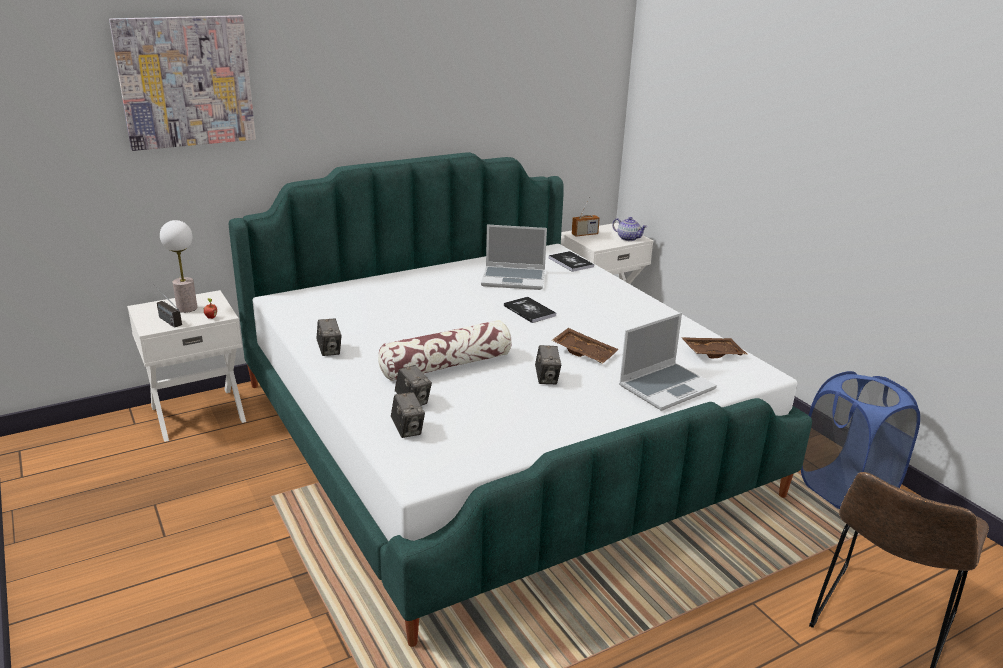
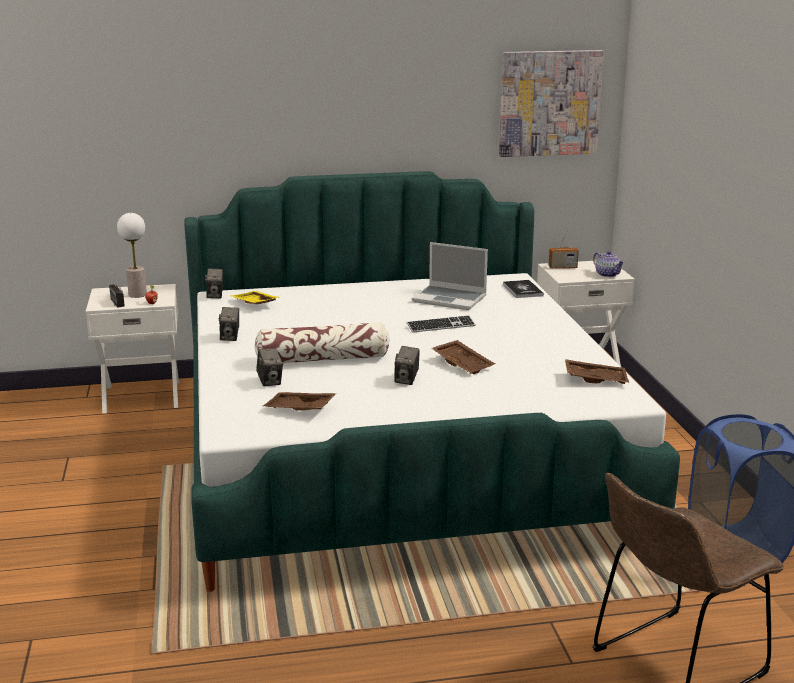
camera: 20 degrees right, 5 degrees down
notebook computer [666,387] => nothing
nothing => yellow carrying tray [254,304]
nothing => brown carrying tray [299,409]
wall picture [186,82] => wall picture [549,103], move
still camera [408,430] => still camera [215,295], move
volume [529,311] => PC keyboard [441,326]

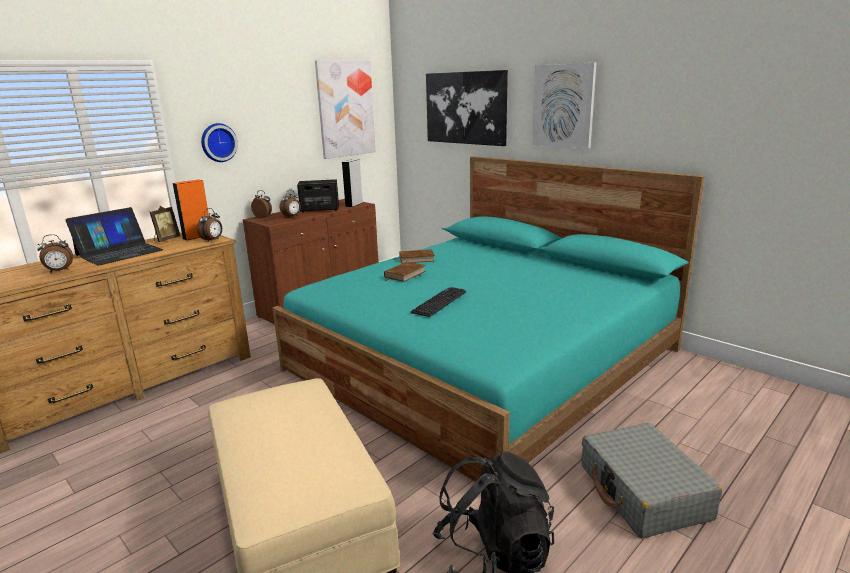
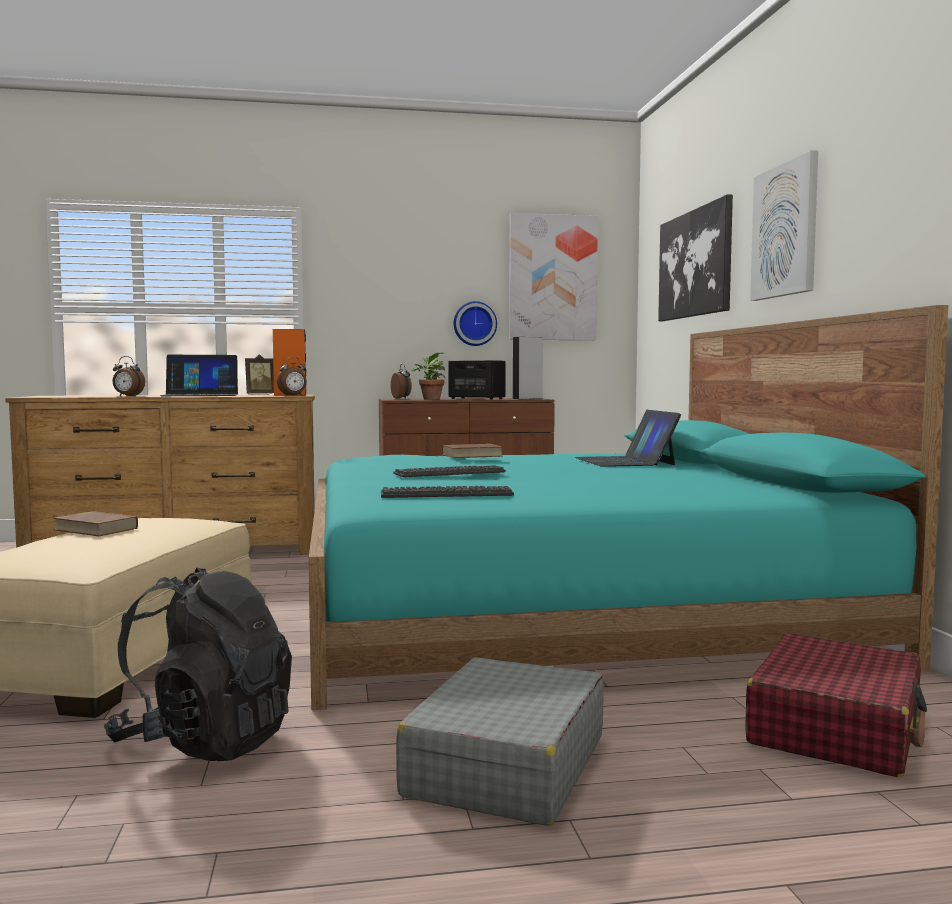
camera: 35 degrees right, 15 degrees down
nothing => PC keyboard [446,494]
nothing => notebook computer [625,461]
nothing => red travel case [836,728]
hanging clock [218,142] => hanging clock [474,323], move
brown volume [416,259] => brown volume [96,529], move
table clock [292,216] => houseplant [430,399]

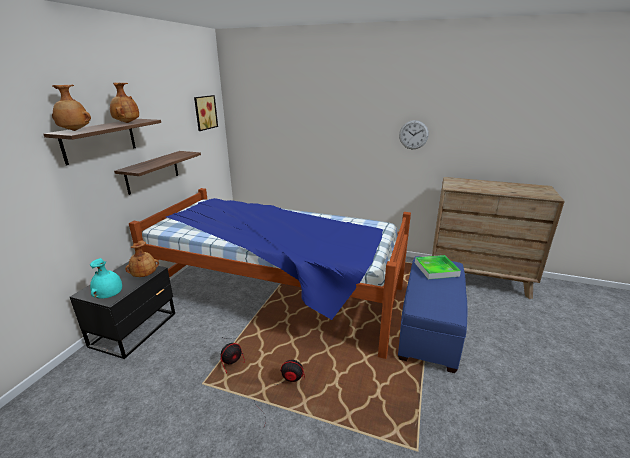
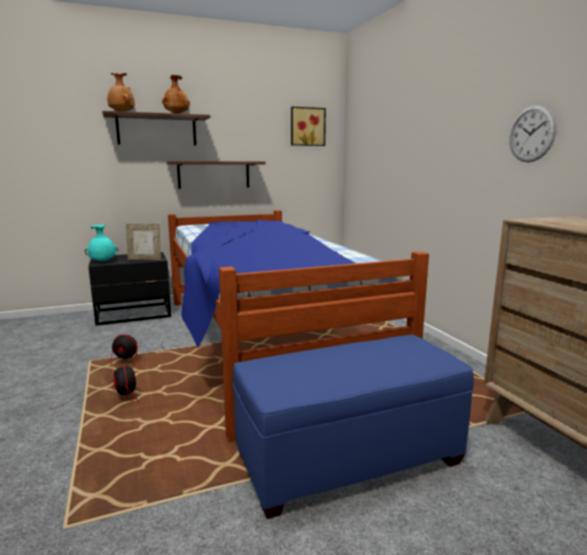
camera: 50 degrees right, 10 degrees down
carrying tray [436,269] => nothing
brown decorative vase [144,275] => photo frame [145,259]

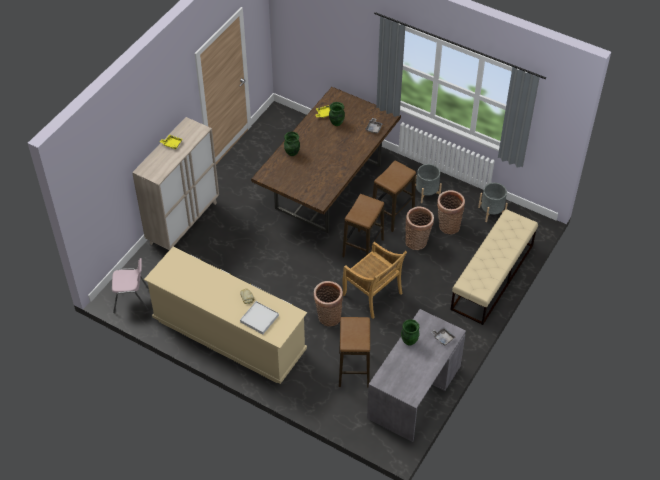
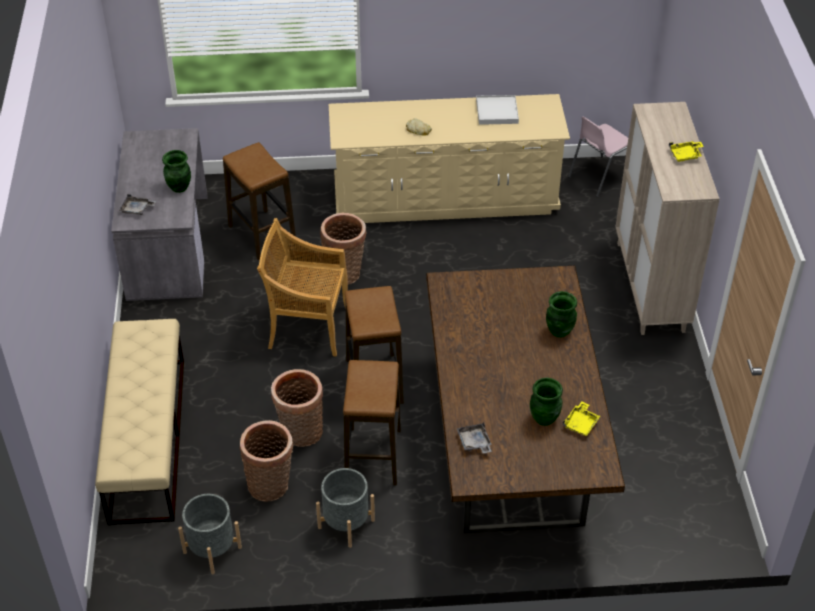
camera: 145 degrees right, 5 degrees down
white carrying tray [259,319] => white carrying tray [497,112], move

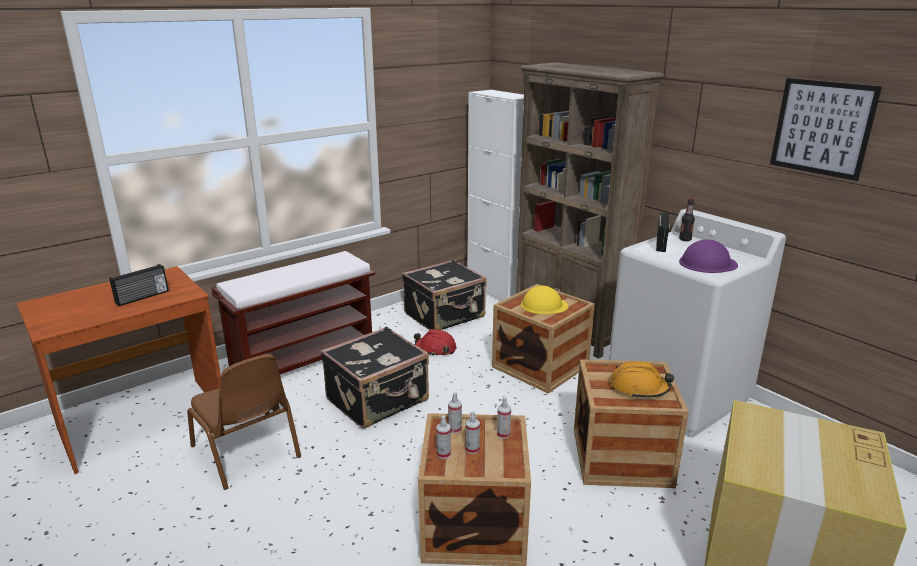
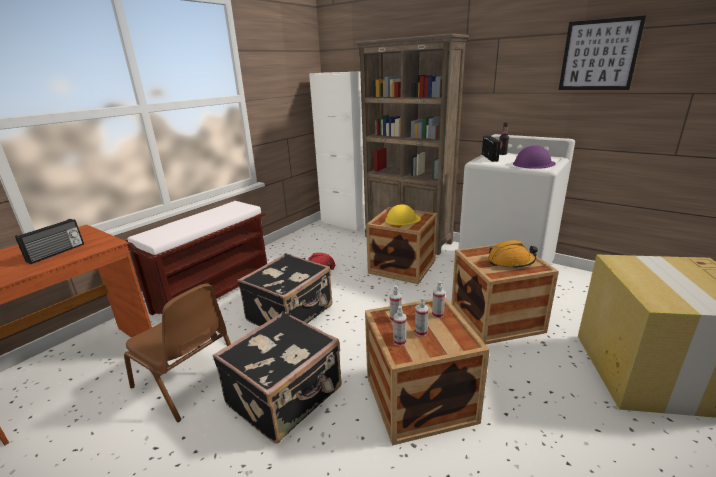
camera: 15 degrees left, 0 degrees up
blackish travel case [445,316] => blackish travel case [286,397], move

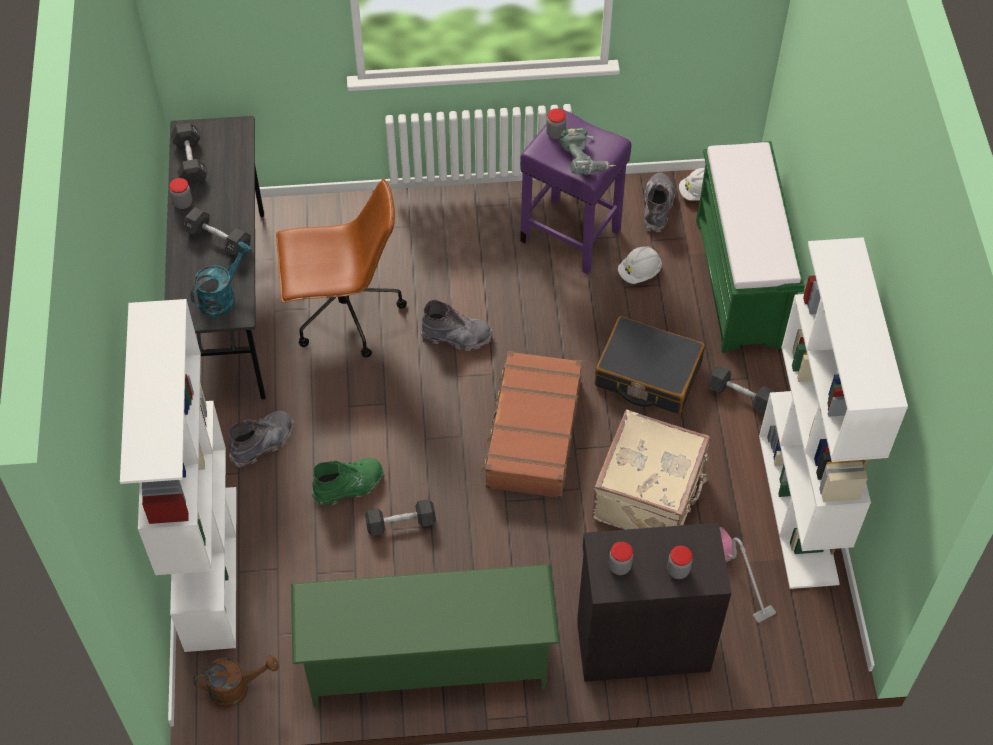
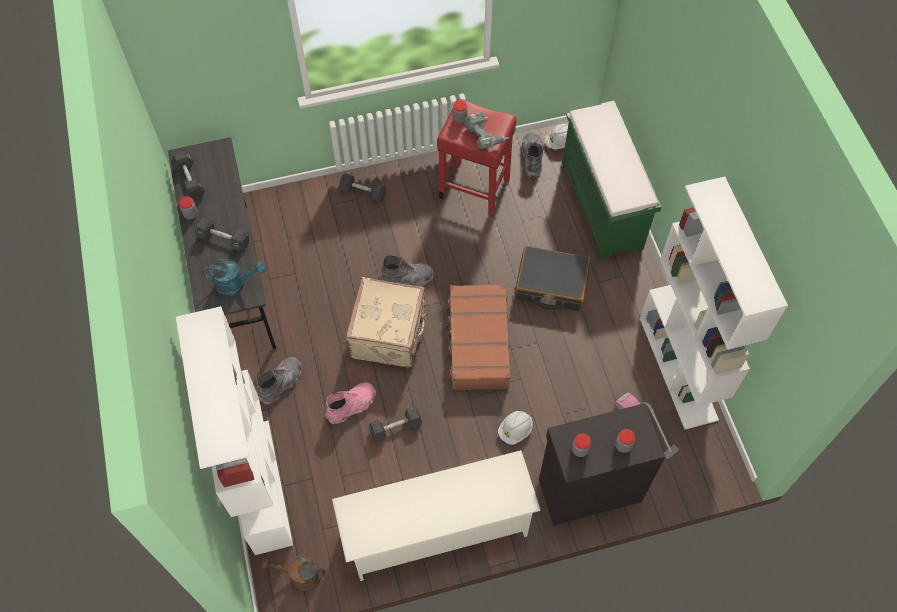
camera: 10 degrees left, 5 degrees up
brown computer chair [343,314] => nothing
beige-coloured travel case [650,495] => beige-coloured travel case [390,334], move
white hard hat [639,272] => white hard hat [515,430], move
blackish dumbbell [740,396] => blackish dumbbell [363,192], move
green-coloured shoe stand [427,661] => white shoe stand [436,530]
green-coloured tall boot [349,486] => pink tall boot [352,405]
purple stool seat [572,236] => red stool seat [475,189]
turquoise sprinkling can [222,297] => turquoise sprinkling can [236,284], 60 degrees clockwise
brown sprinkling can [236,688] => brown sprinkling can [300,576], 150 degrees counterclockwise

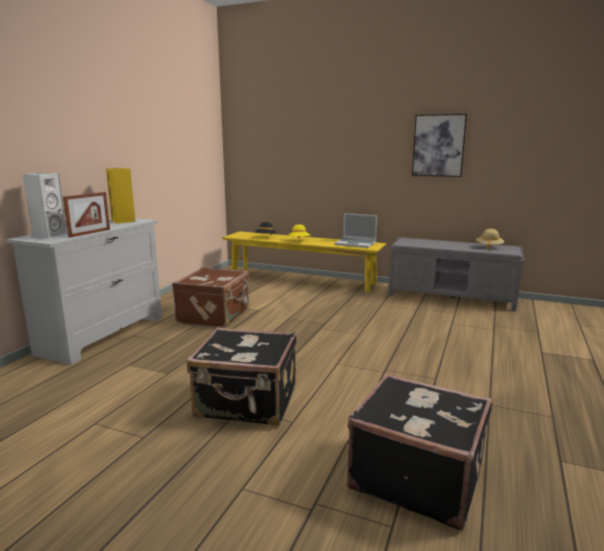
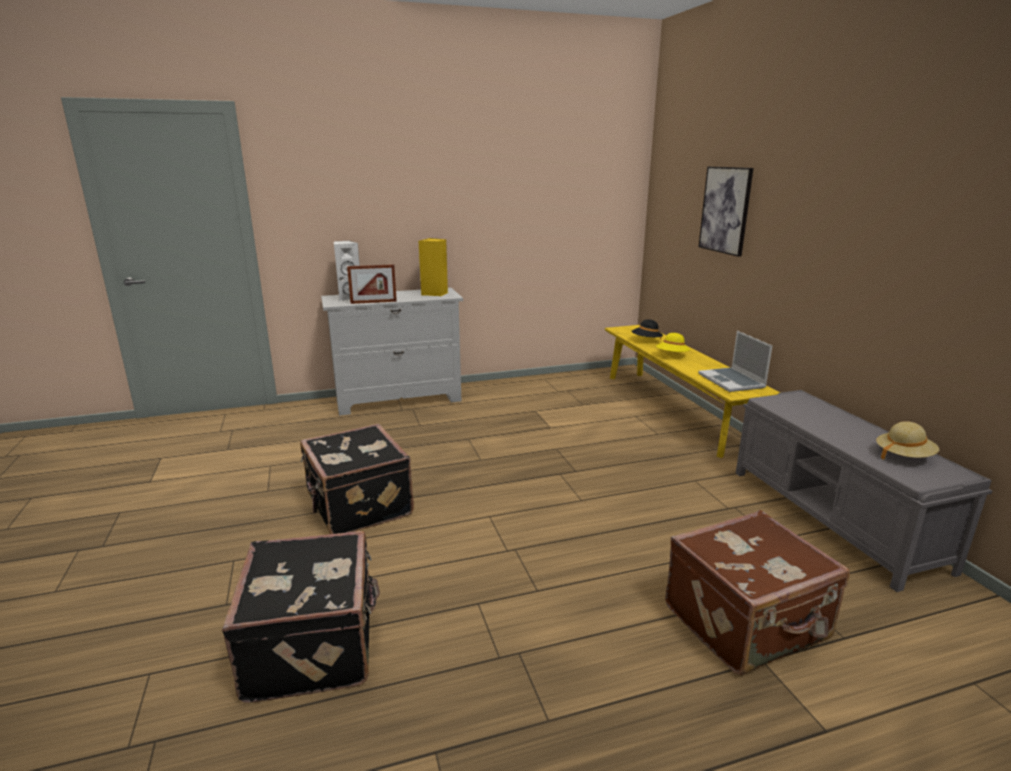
camera: 50 degrees right, 5 degrees up
brown travel case [215,316] => brown travel case [747,624], move
wall picture [438,145] => wall picture [725,210], move

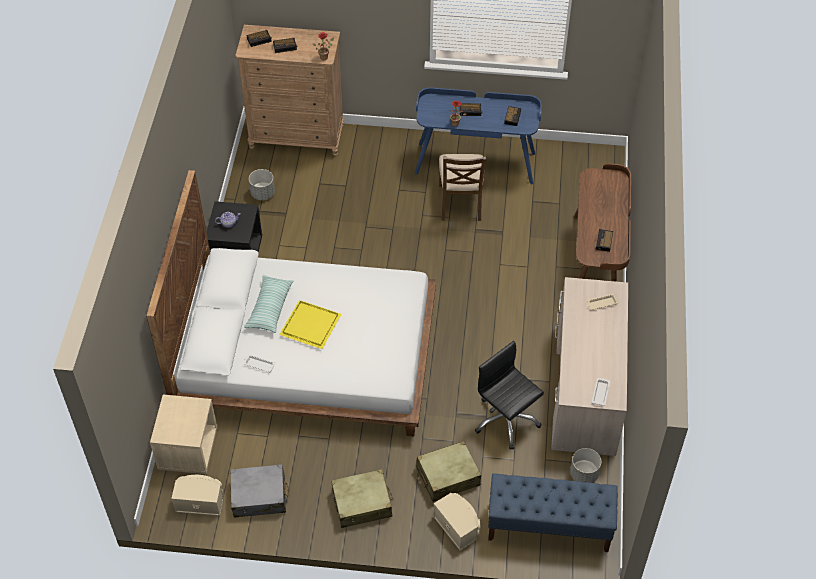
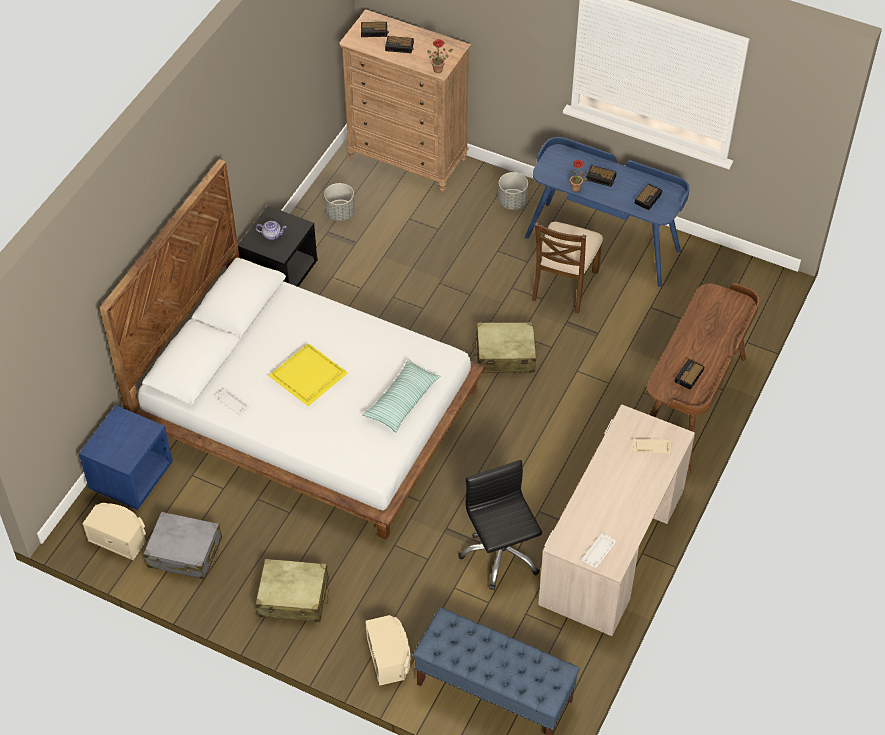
camera: 20 degrees right, 0 degrees up
pillow [269,308] => pillow [402,401], move
beige-coloured travel case [447,476] => beige-coloured travel case [504,355], move
greyish flower pot [583,474] => greyish flower pot [512,202], move
beige-coloured night table [188,449] => bluish night table [131,476]

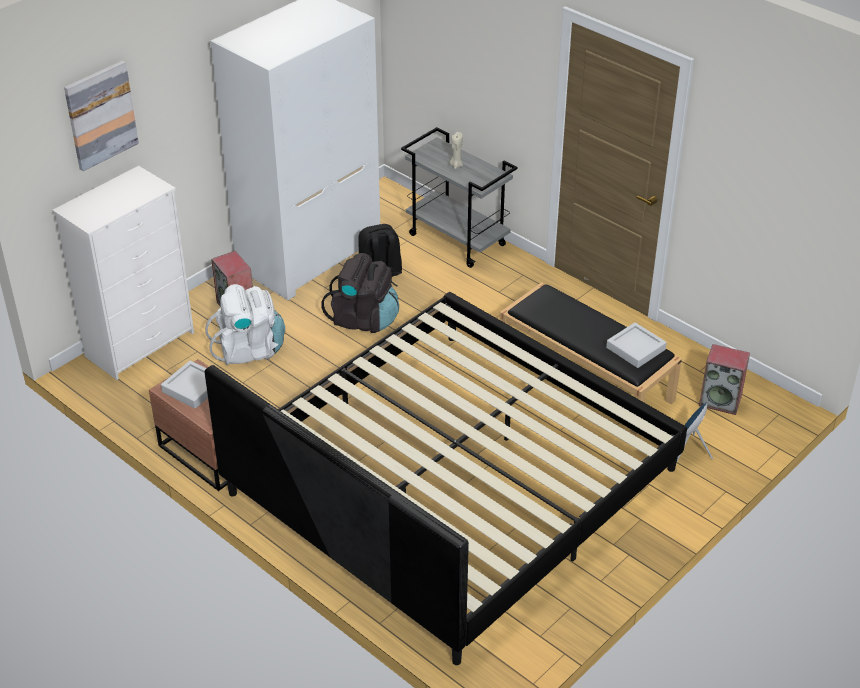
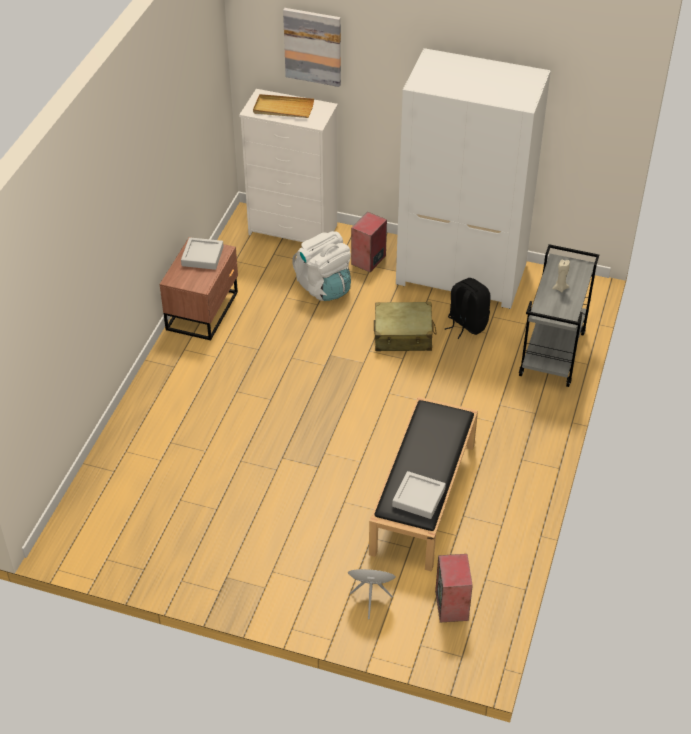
camera: 65 degrees right, 5 degrees up
bed [452,481] => nothing
nothing => beige-coloured carrying tray [283,108]
blackish rucksack [364,319] => beige-coloured travel case [403,335]

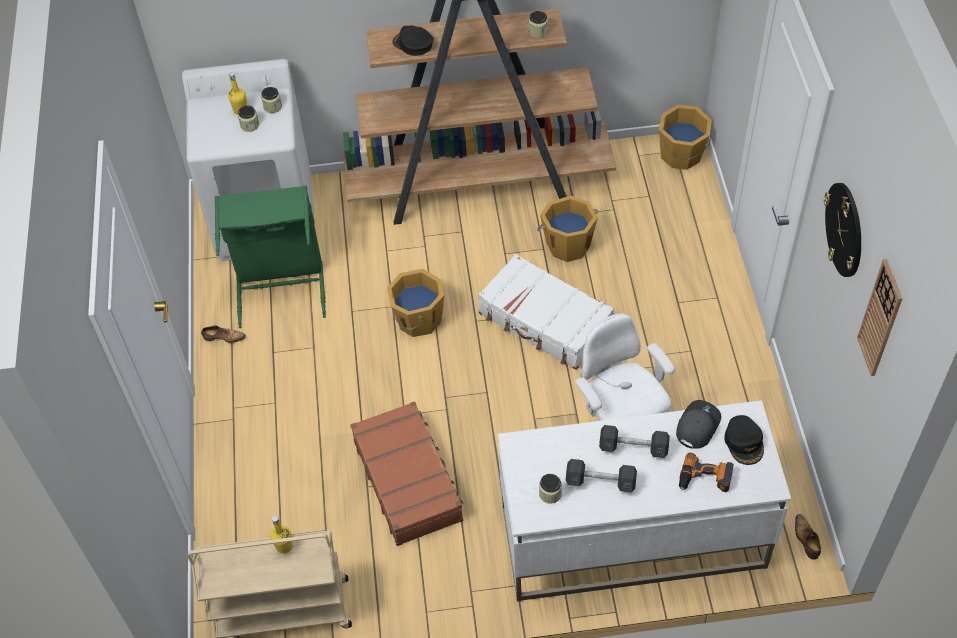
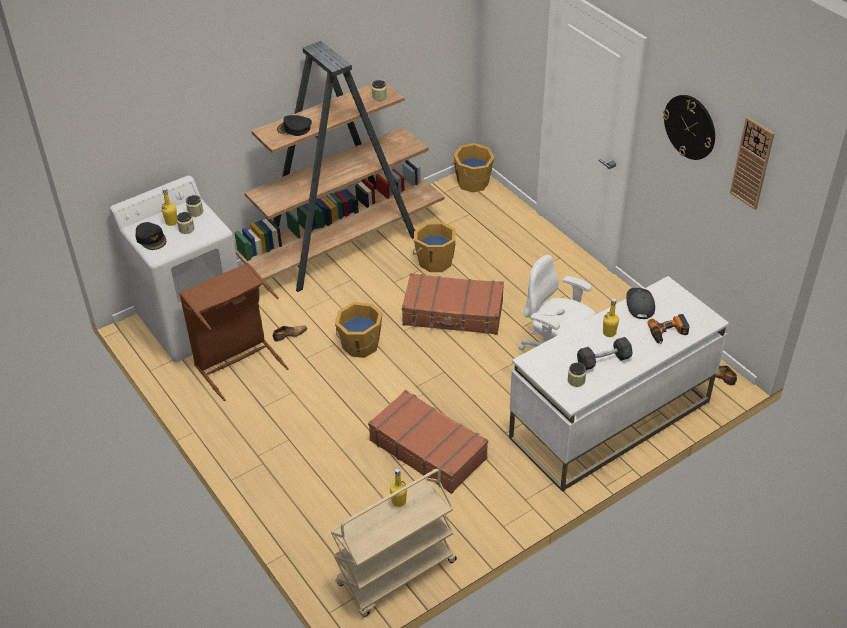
camera: 30 degrees left, 10 degrees down
low shoe [223,337] => low shoe [289,335], move
blackish peaked cap [744,442] => blackish peaked cap [151,239], move
greyish dumbbell [633,448] => yellow beverage bottle [609,333]
green-coloured hamper [280,286] => brown hamper [237,362]
white travel case [544,321] => brown travel case [453,313]

